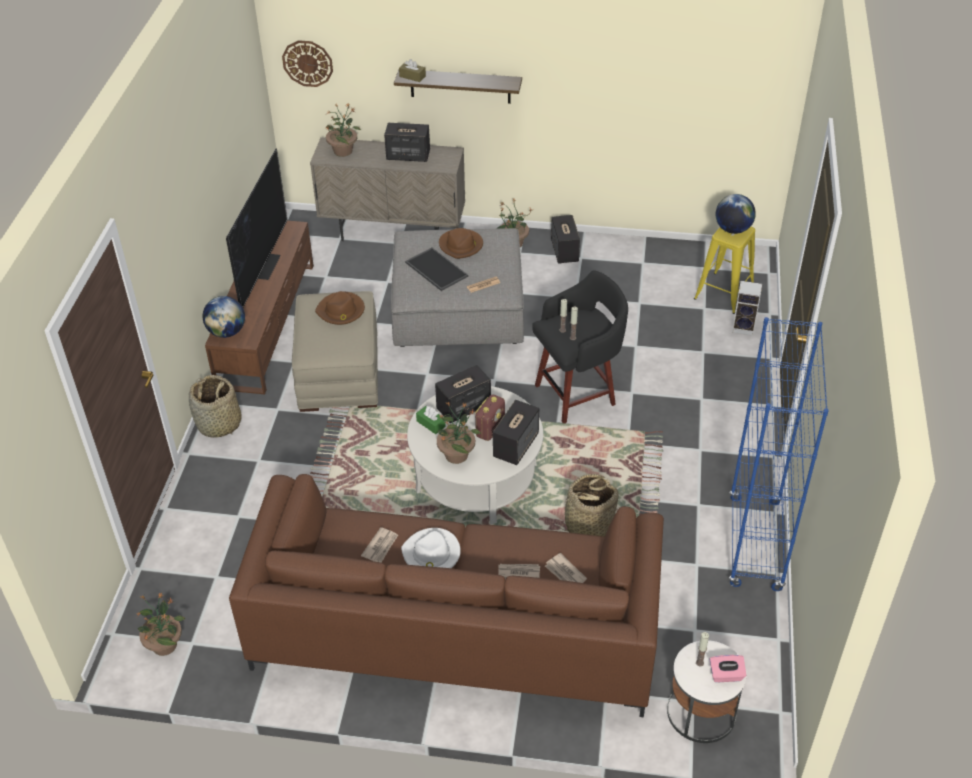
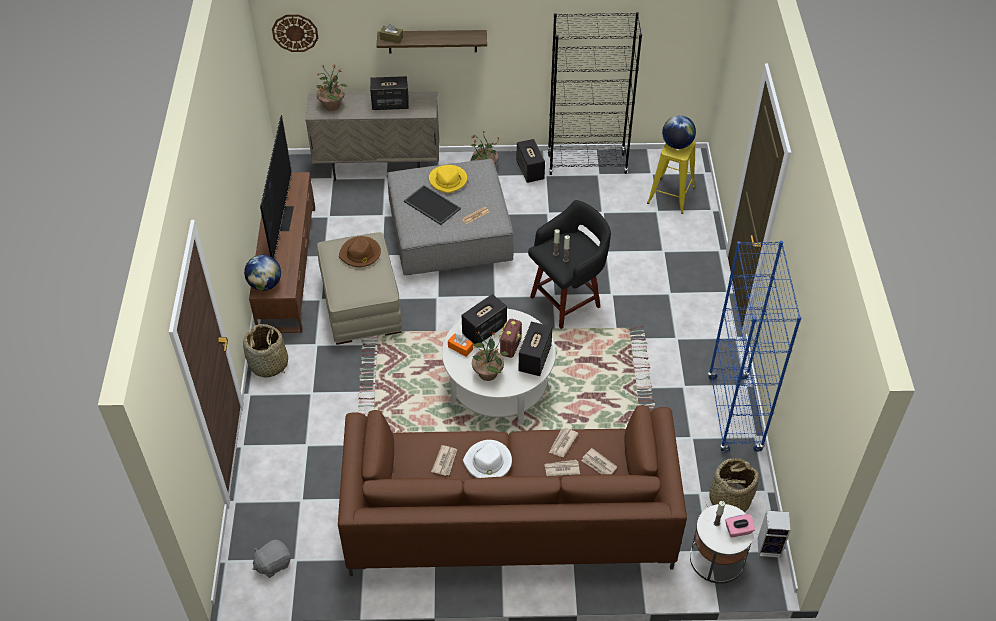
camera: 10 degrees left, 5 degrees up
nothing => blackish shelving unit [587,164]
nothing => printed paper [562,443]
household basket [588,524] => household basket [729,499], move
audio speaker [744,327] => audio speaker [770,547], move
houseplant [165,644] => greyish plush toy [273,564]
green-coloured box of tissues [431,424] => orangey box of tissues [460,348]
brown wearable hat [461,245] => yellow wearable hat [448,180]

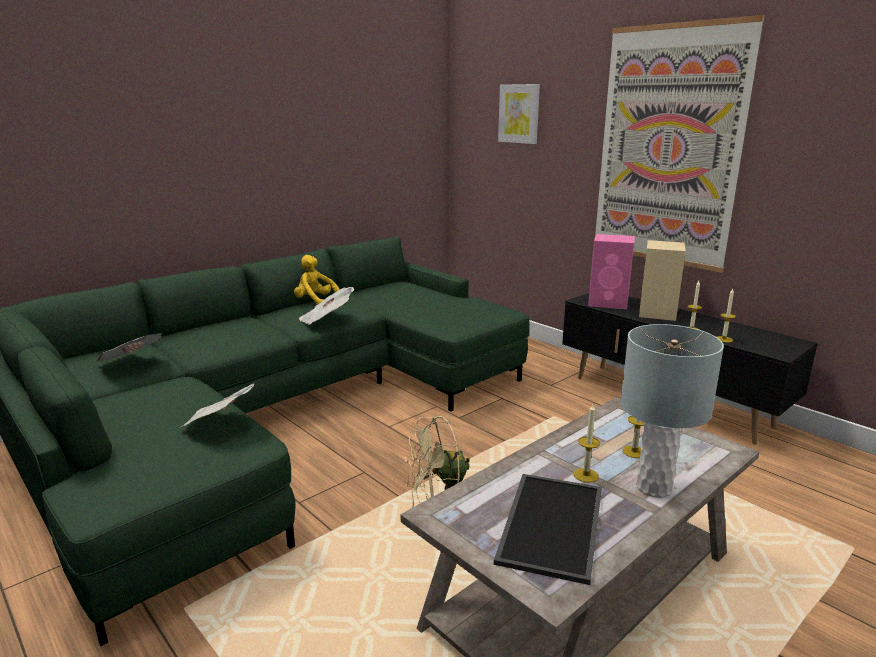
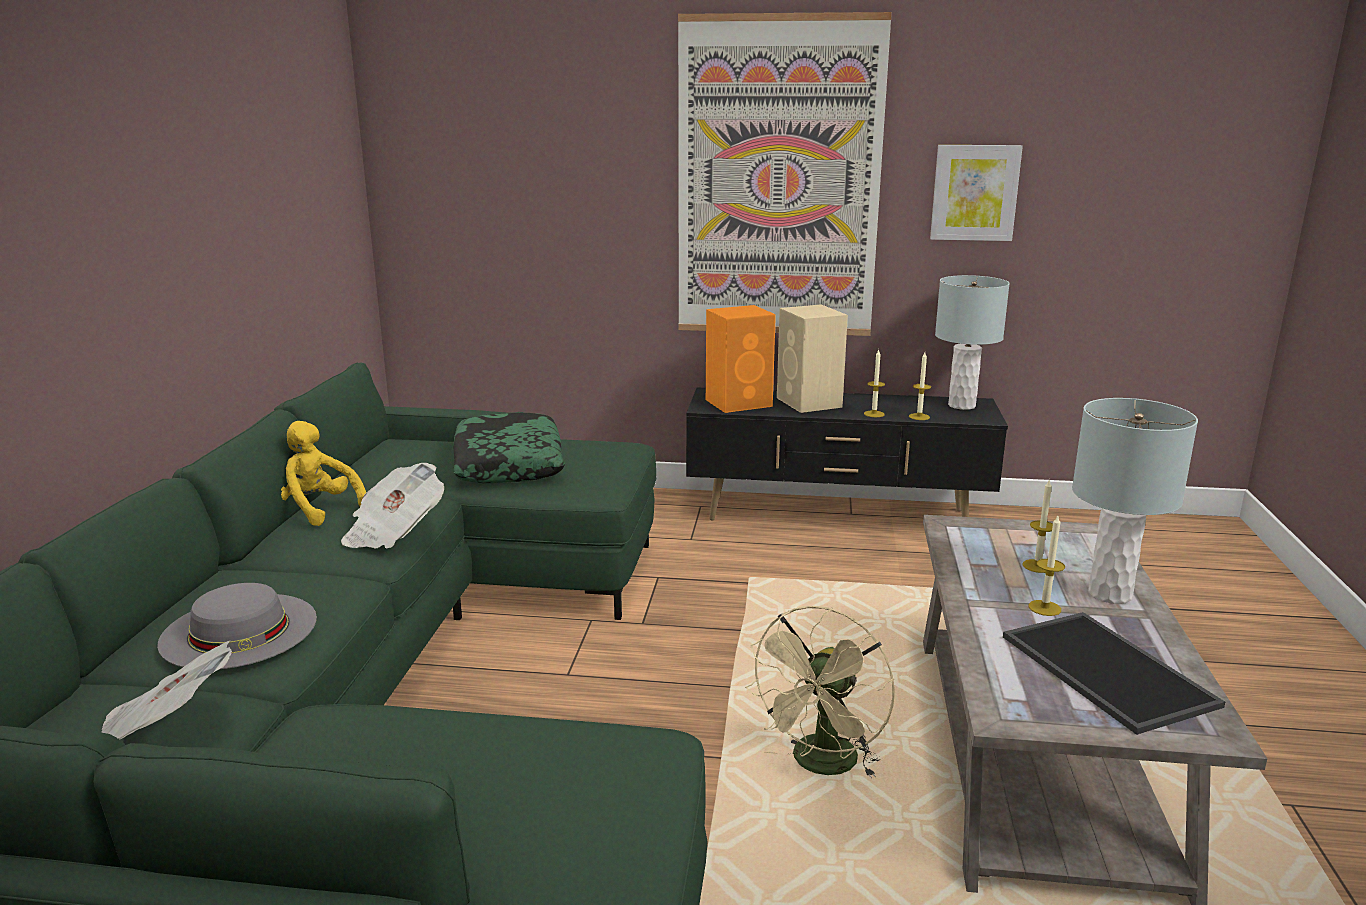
camera: 40 degrees left, 0 degrees up
printed paper [221,423] => nothing
nothing => greyish wearable hat [239,630]
nothing => pillow [508,463]
nothing => greyish lamp for a table [962,405]
wall picture [519,113] => wall picture [974,192], move
pink audio speaker [609,303] => orangey audio speaker [740,403]
yellow plush toy [316,302] => yellow plush toy [317,510], 45 degrees clockwise

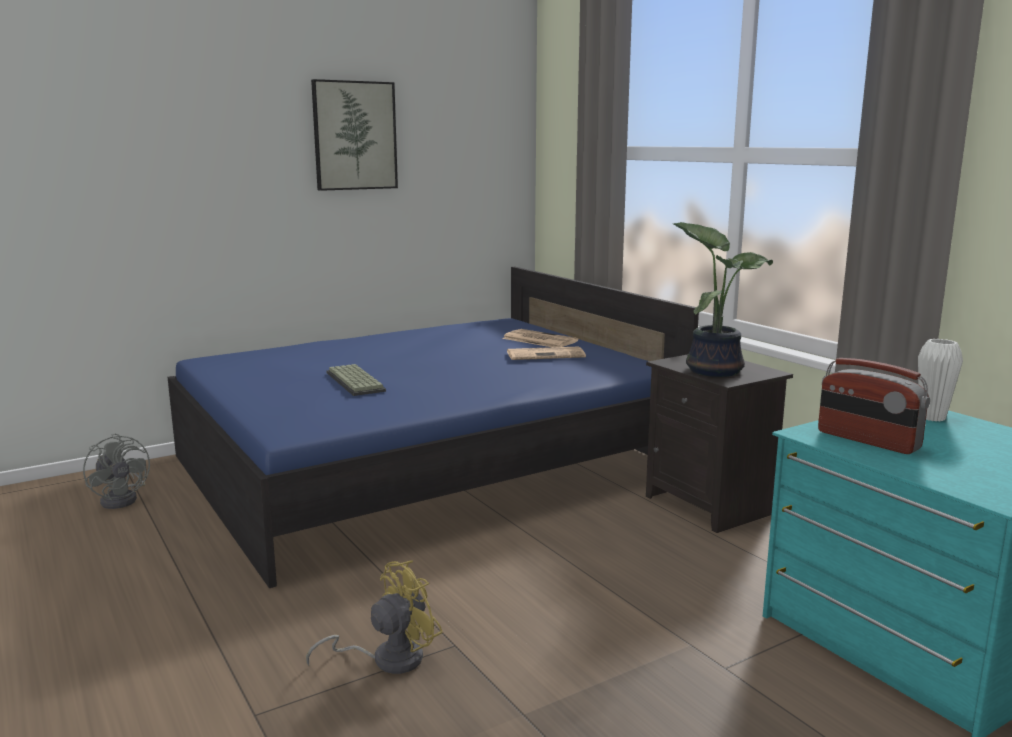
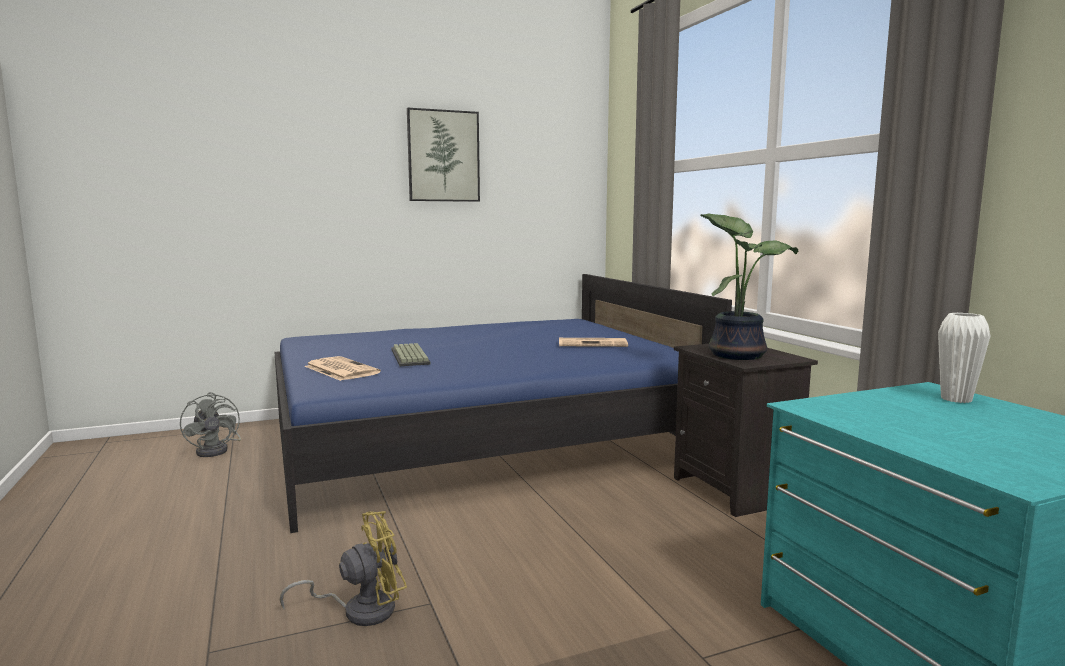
camera: 10 degrees right, 5 degrees down
radio receiver [867,440] => nothing
printed paper [538,340] => printed paper [340,370], move

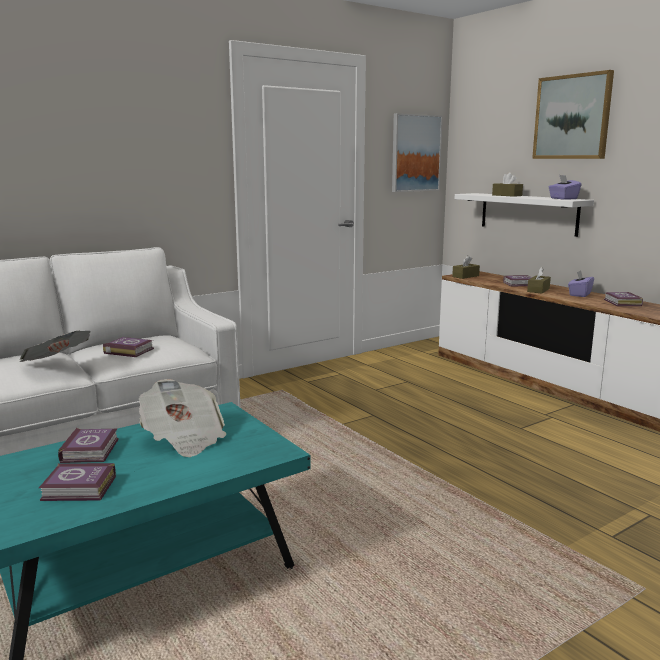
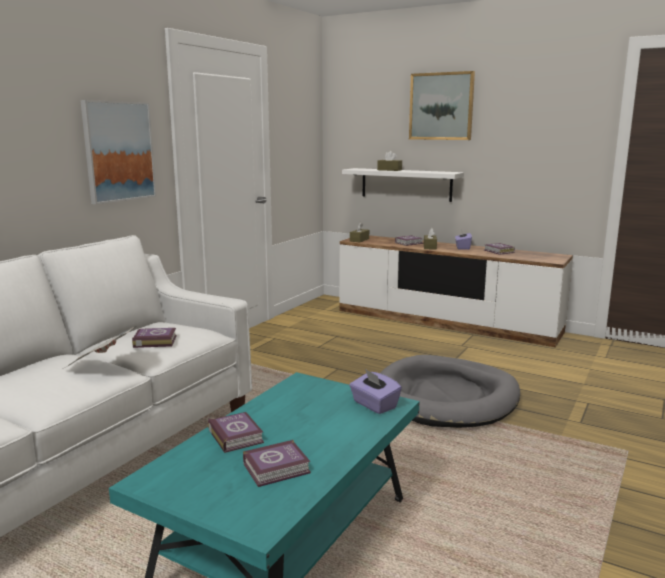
camera: 25 degrees left, 0 degrees up
printed paper [184,438] => nothing
nothing => greyish dog bed [445,397]
wall picture [415,153] => wall picture [118,151], move
purple box of tissues [563,198] => purple box of tissues [374,405], move

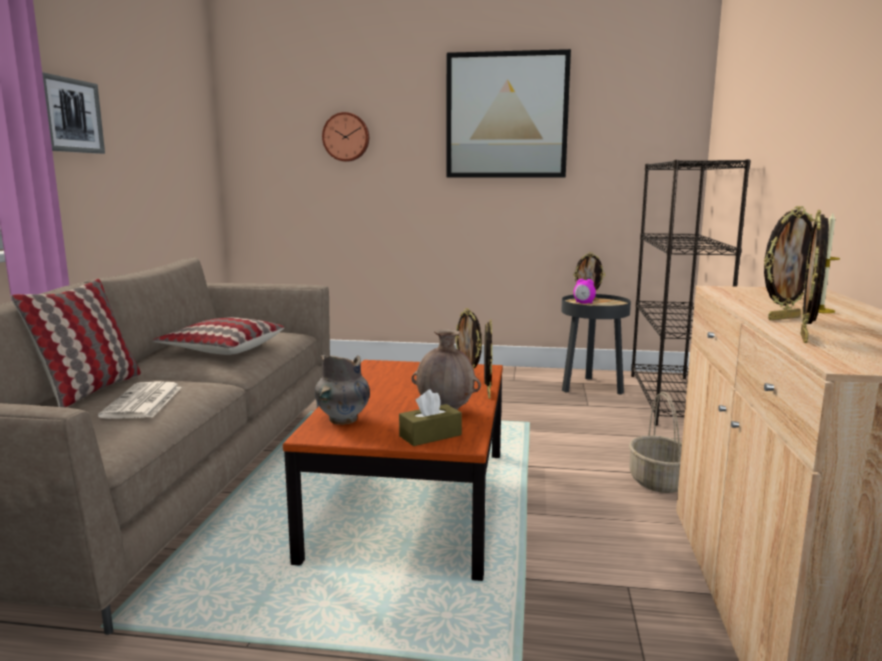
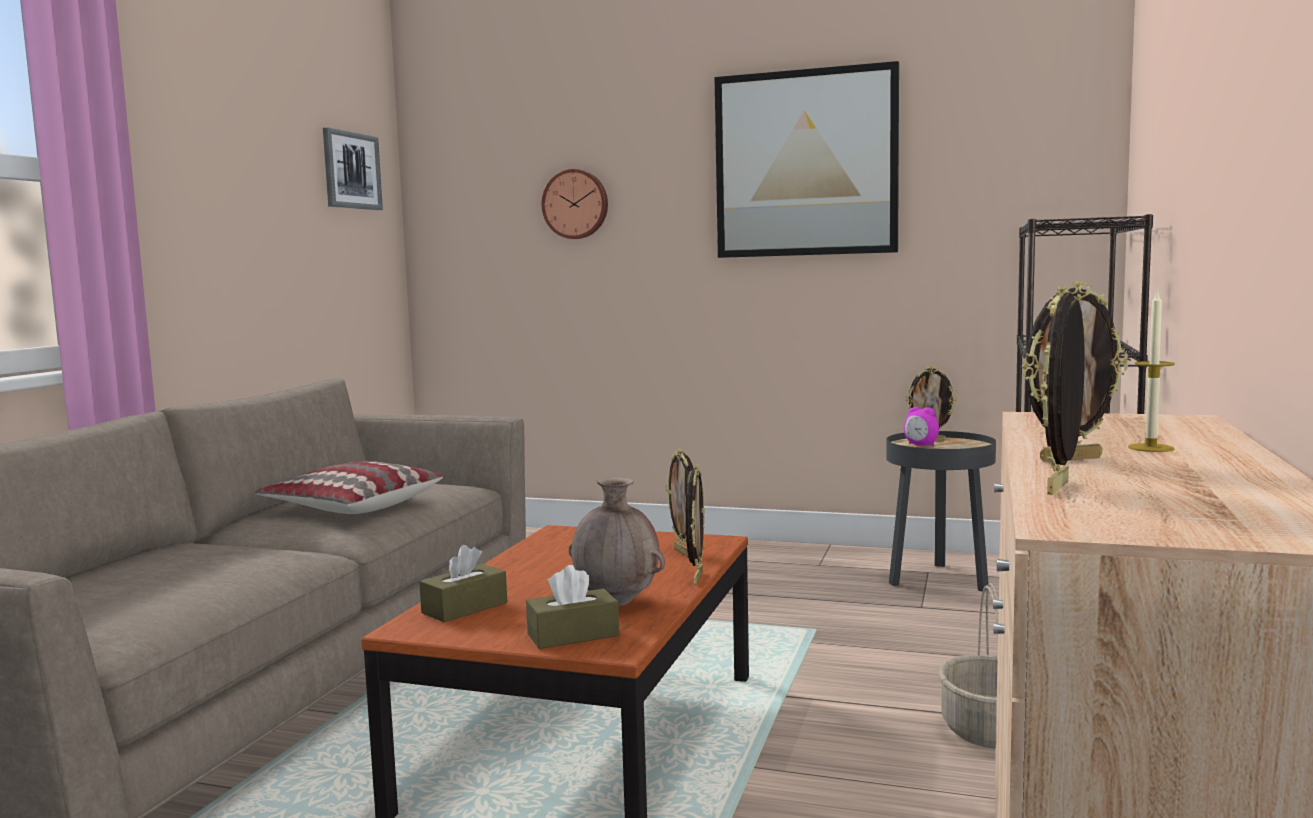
camera: 10 degrees right, 5 degrees down
pillow [90,390] => nothing
printed paper [143,402] => nothing
wall picture [70,115] => wall picture [351,171], move
greyish decorative vase [343,419] => brown box of tissues [464,608]

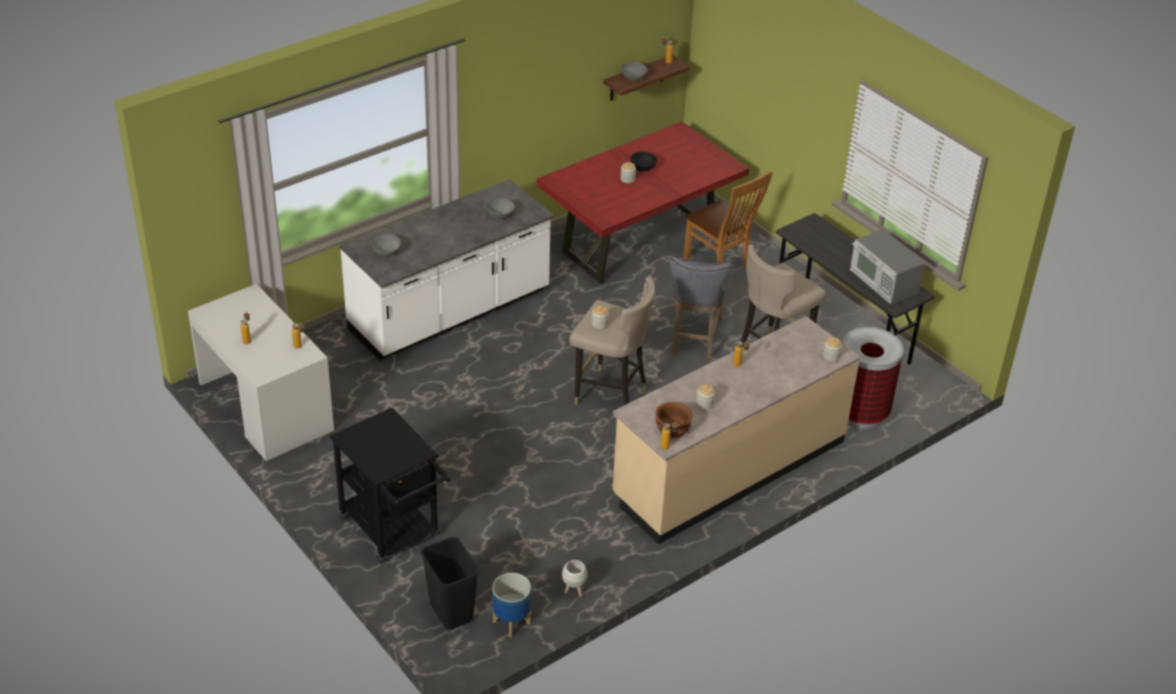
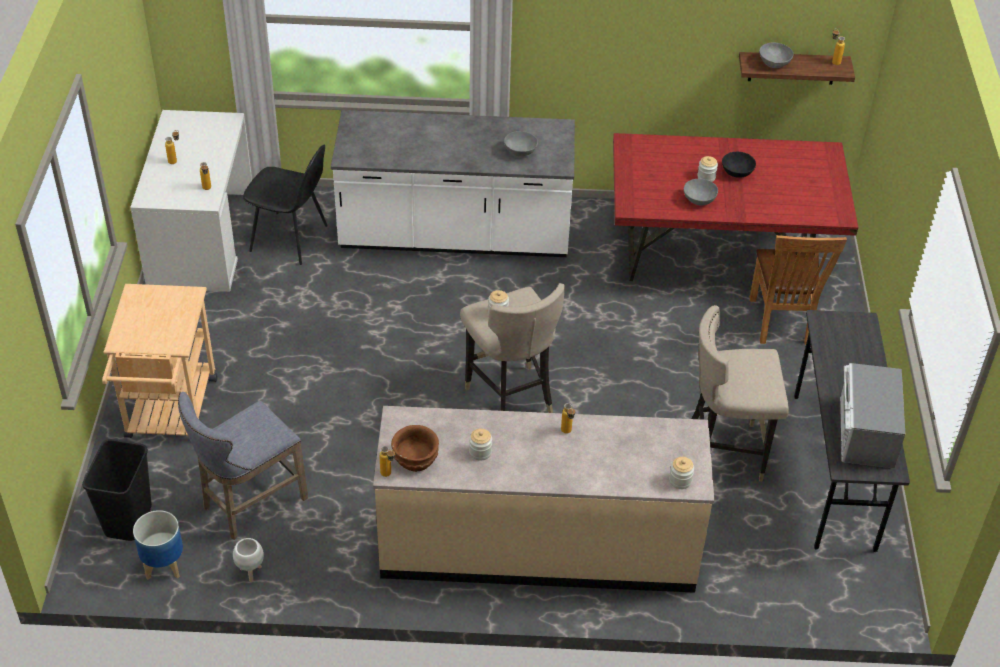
camera: 40 degrees right, 5 degrees up
trash can [860,412] => nothing
nothing => blackish upright chair [291,239]
greyish serving bowl [387,252] => greyish serving bowl [699,200], move
greyish stool seat [694,339] => greyish stool seat [249,504], move
blackish wheeled cart [394,531] => beige-coloured wheeled cart [170,415]

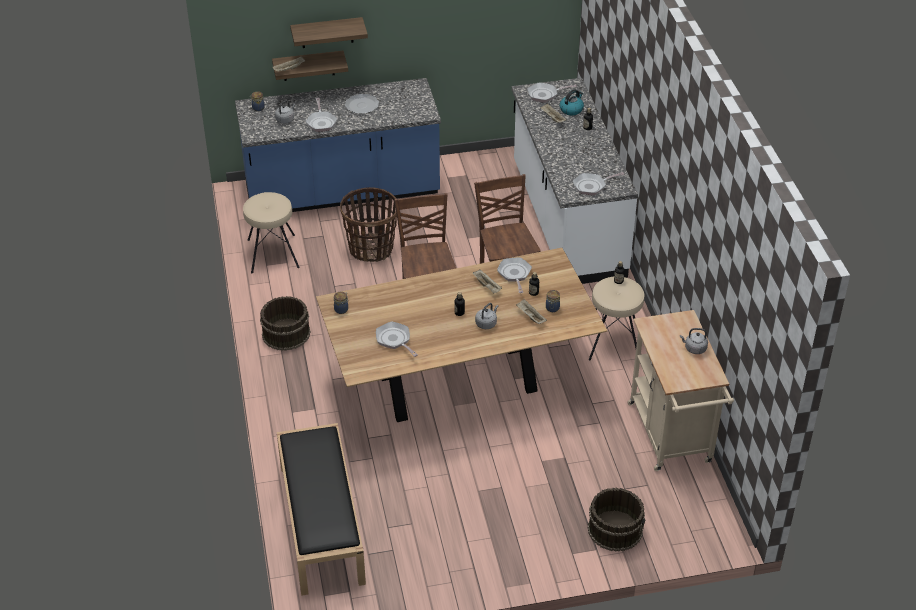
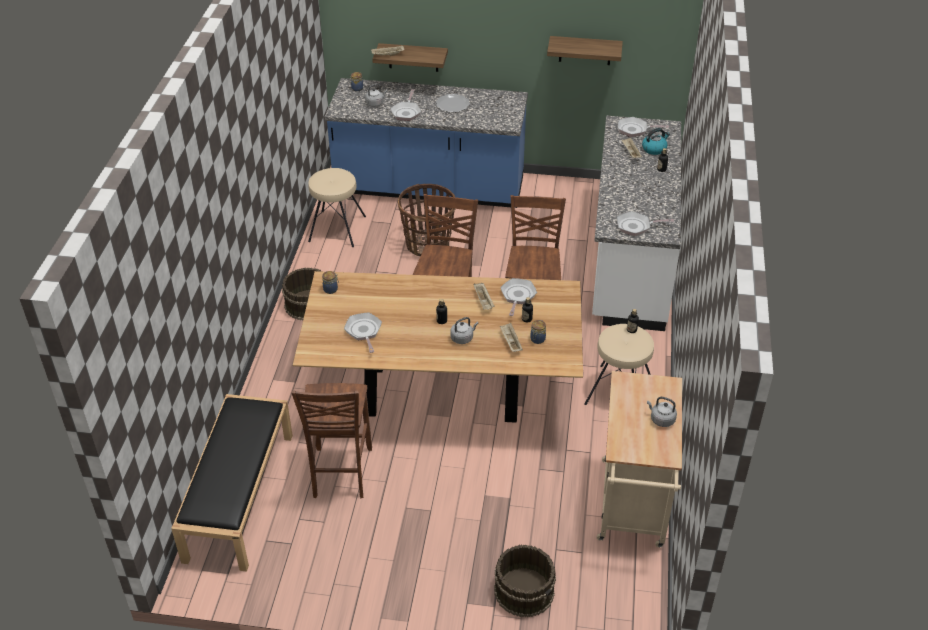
camera: 20 degrees right, 0 degrees up
nothing => brown upright chair [340,474]
wall shelf [327,33] => wall shelf [585,50], move

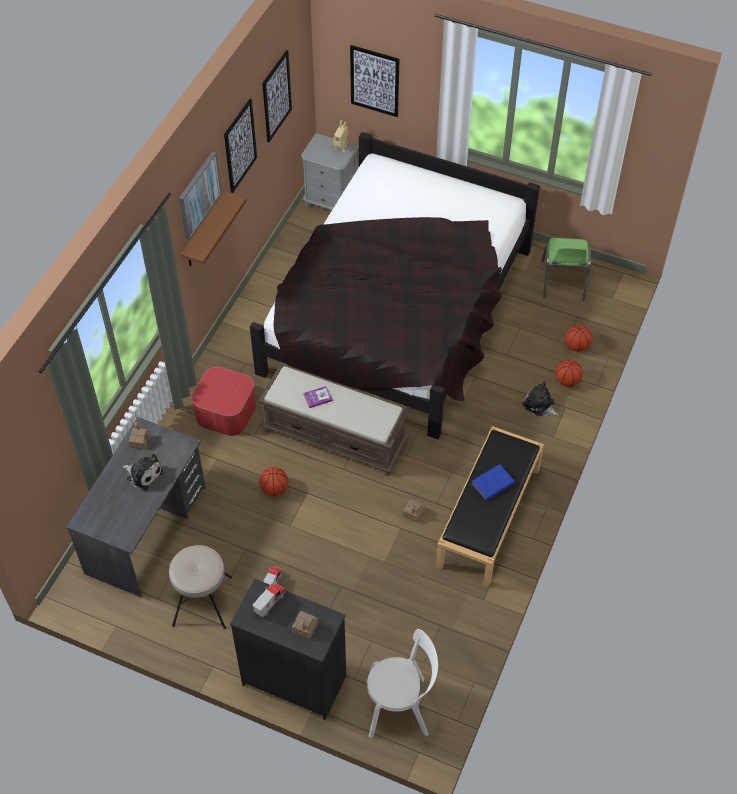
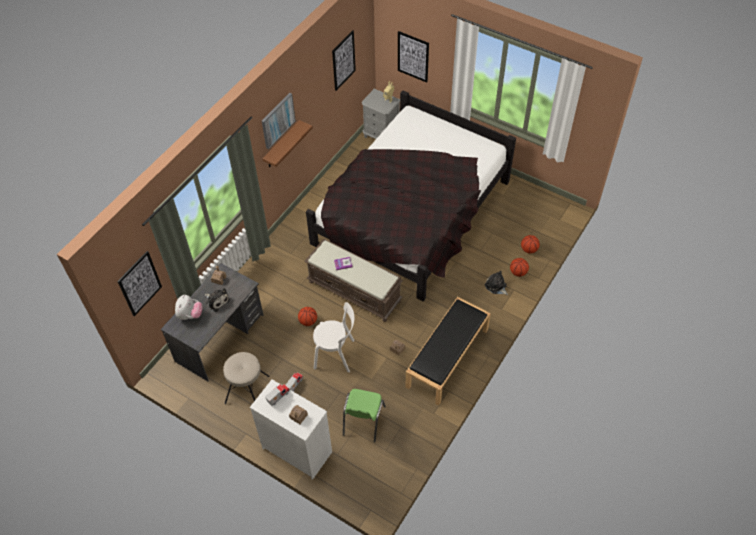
camera: 10 degrees right, 0 degrees up
footrest [226,411] => nothing
bluish volume [491,484] => nothing
nothing => plush toy [190,315]
wall picture [240,146] => wall picture [139,283], move
white upright chair [401,707] => white upright chair [336,354], move
green-coloured upright chair [563,282] => green-coloured upright chair [363,421], move
blackish chest of drawers [294,679] => white chest of drawers [297,450]

